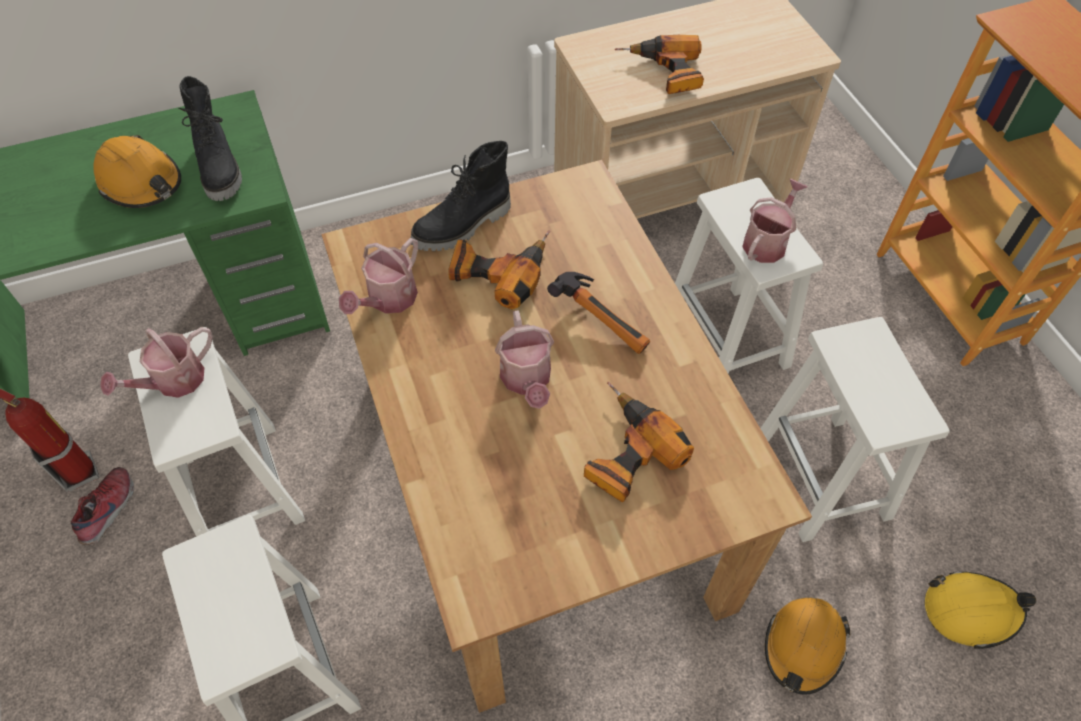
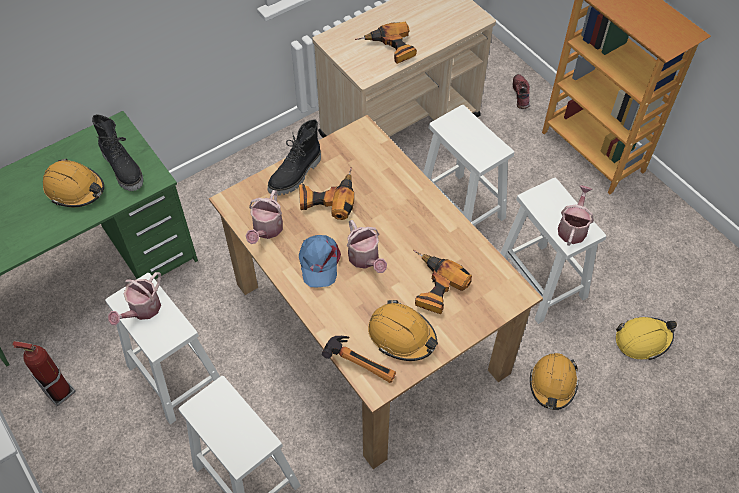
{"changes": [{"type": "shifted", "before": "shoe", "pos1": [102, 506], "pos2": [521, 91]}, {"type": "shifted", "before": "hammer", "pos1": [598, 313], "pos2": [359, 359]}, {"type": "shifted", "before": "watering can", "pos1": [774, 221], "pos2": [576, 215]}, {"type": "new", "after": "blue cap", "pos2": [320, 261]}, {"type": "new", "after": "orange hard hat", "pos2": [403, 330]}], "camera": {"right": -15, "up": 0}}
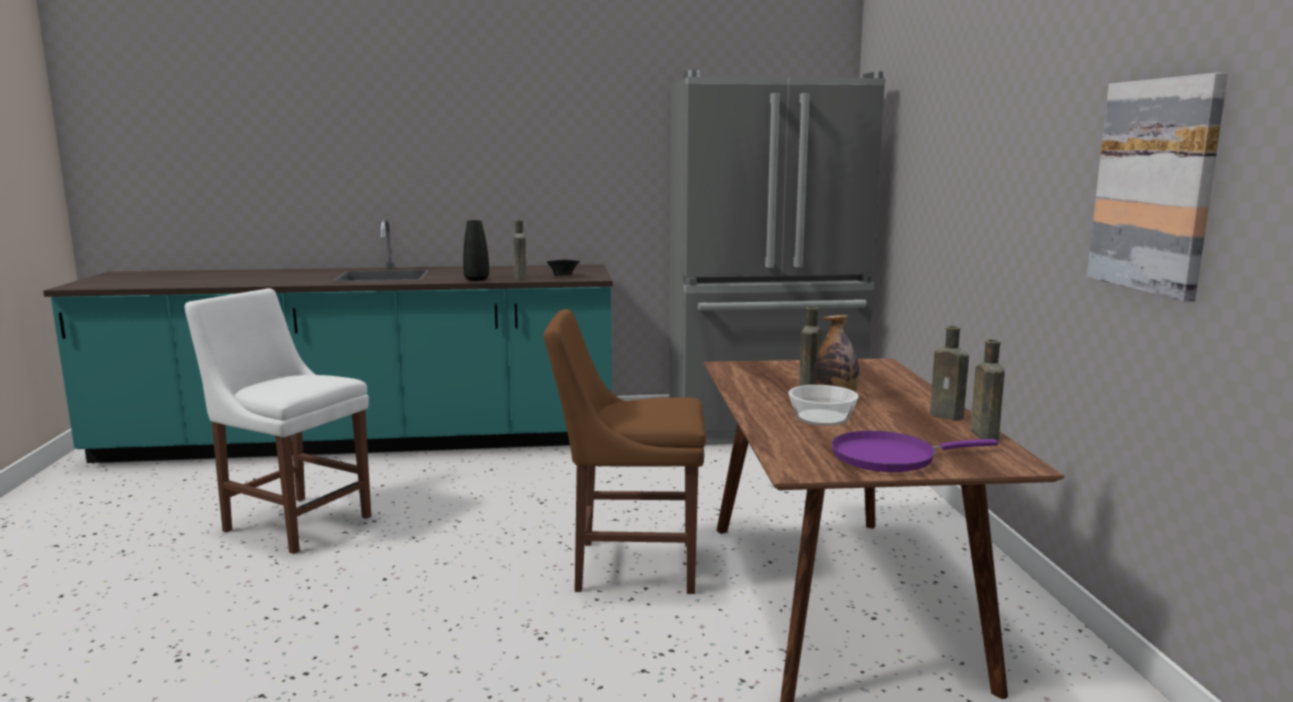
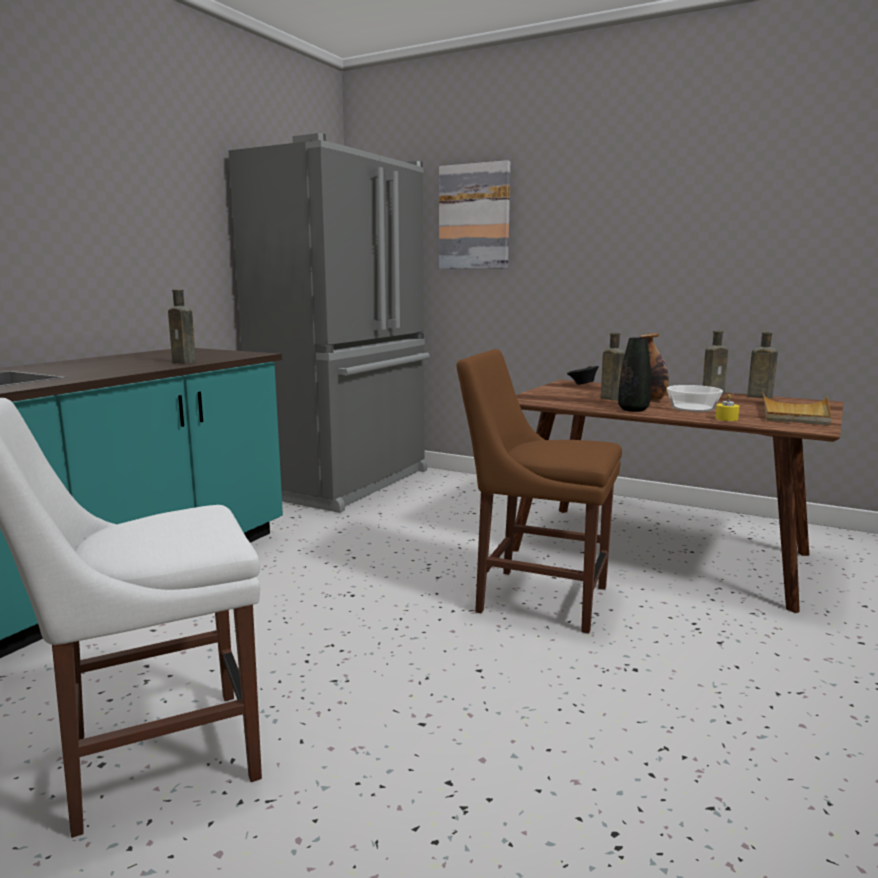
{"changes": [{"type": "shifted", "before": "black vase", "pos1": [476, 250], "pos2": [634, 374]}, {"type": "rotated", "before": "brown chair", "pos1": [624, 451], "pos2": [539, 491], "turn": 75}, {"type": "shifted", "before": "black bowl", "pos1": [563, 267], "pos2": [583, 375]}, {"type": "swapped", "before": "purple frying pan", "after": "beige tray", "pos1": [914, 451], "pos2": [797, 409]}, {"type": "shifted", "before": "picture", "pos1": [1157, 187], "pos2": [474, 214]}, {"type": "new", "after": "yellow candle", "pos2": [727, 407]}], "camera": {"right": -55, "up": 0}}
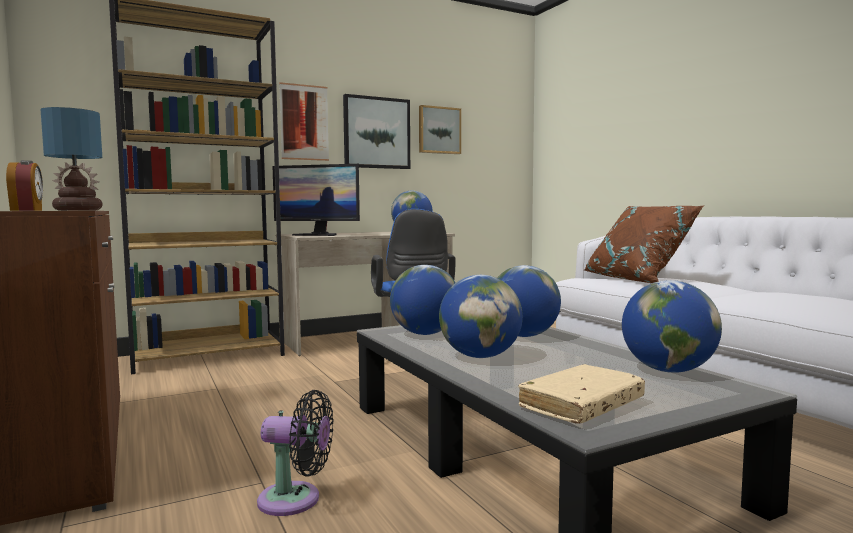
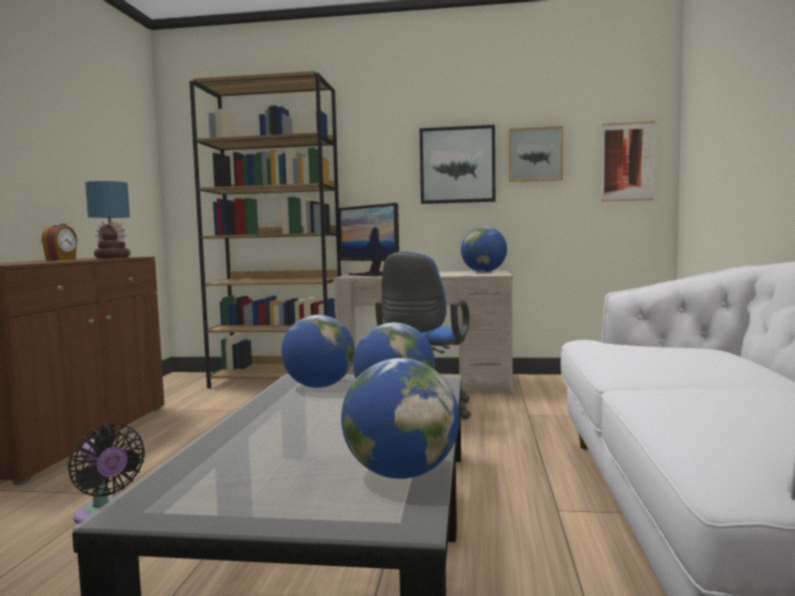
{"changes": [{"type": "shifted", "before": "picture", "pos1": [304, 121], "pos2": [628, 161]}, {"type": "gone", "before": "globe", "pos1": [481, 316]}, {"type": "gone", "before": "beige book", "pos1": [581, 394]}, {"type": "gone", "before": "brown pillow", "pos1": [644, 244]}], "camera": {"right": 35, "up": 0}}
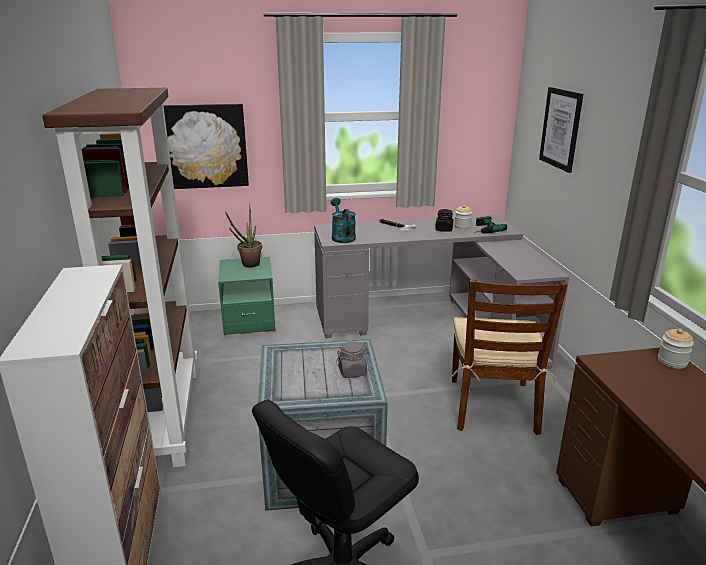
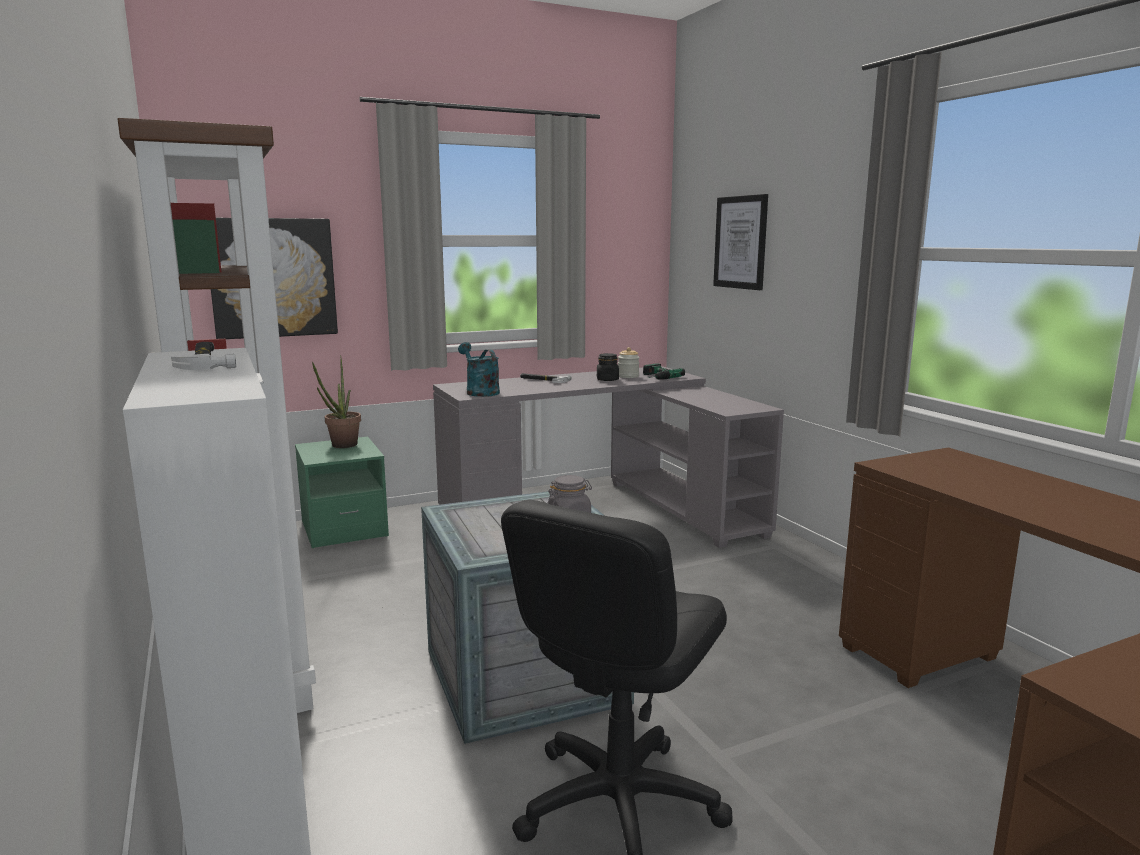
{"changes": [{"type": "gone", "before": "brown chair", "pos1": [510, 357]}, {"type": "gone", "before": "jar", "pos1": [676, 348]}, {"type": "new", "after": "hammer", "pos2": [203, 356]}], "camera": {"right": -15, "up": -10}}
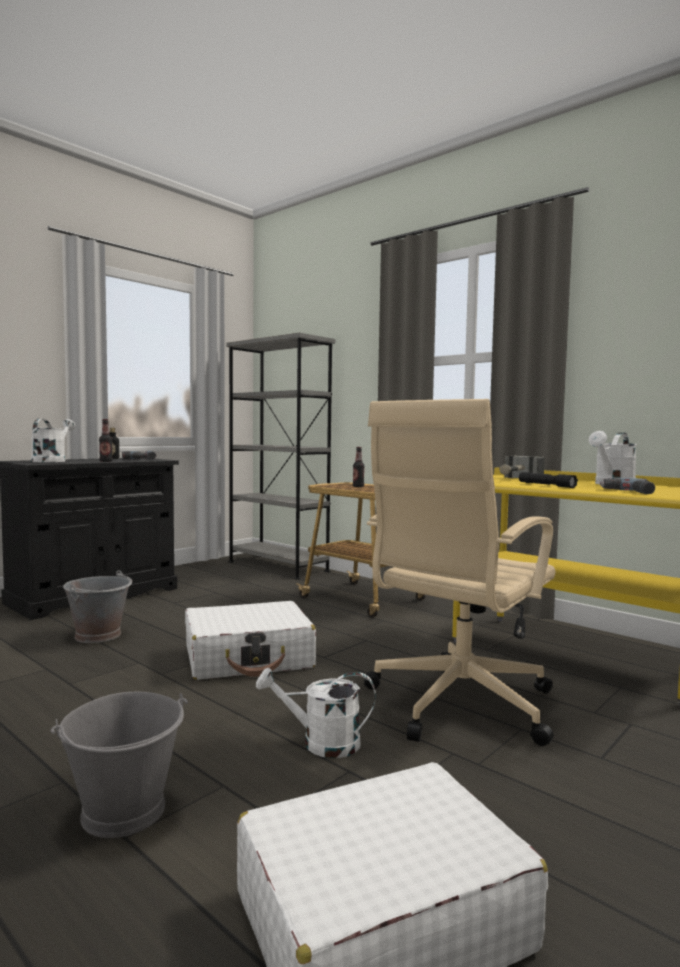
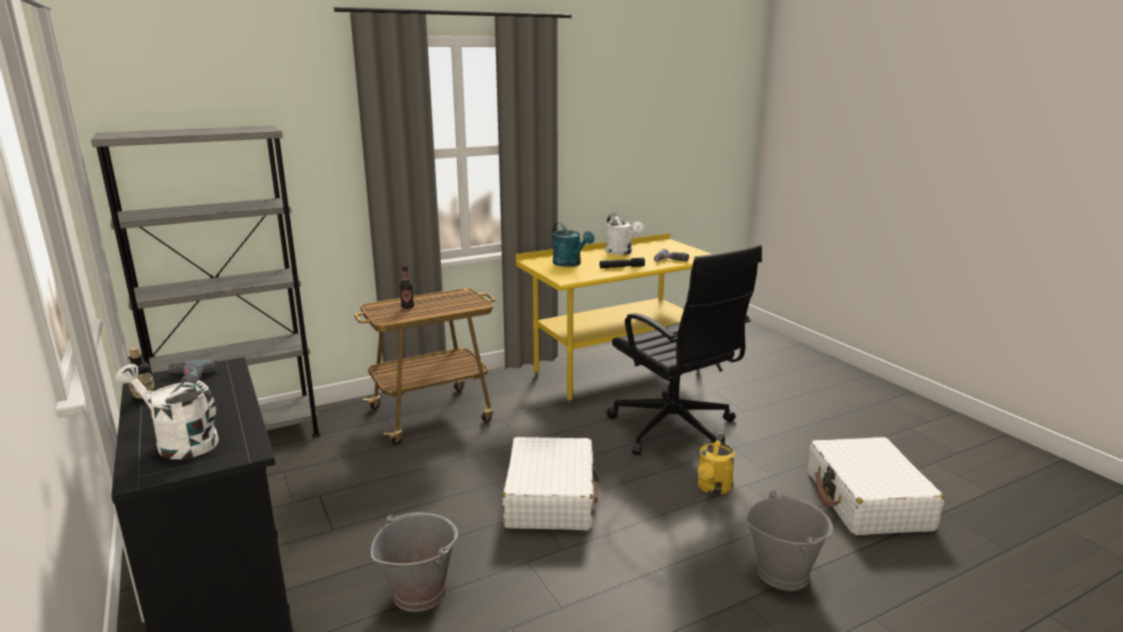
{"changes": [{"type": "gone", "before": "bottle", "pos1": [106, 440]}, {"type": "repainted", "before": "white watering can", "after": "yellow watering can", "pos1": [316, 713], "pos2": [716, 464]}, {"type": "repainted", "before": "beige office chair", "after": "black office chair", "pos1": [459, 572], "pos2": [684, 350]}, {"type": "swapped", "before": "hammer", "after": "turquoise watering can", "pos1": [522, 466], "pos2": [573, 245]}], "camera": {"right": -70, "up": 15}}
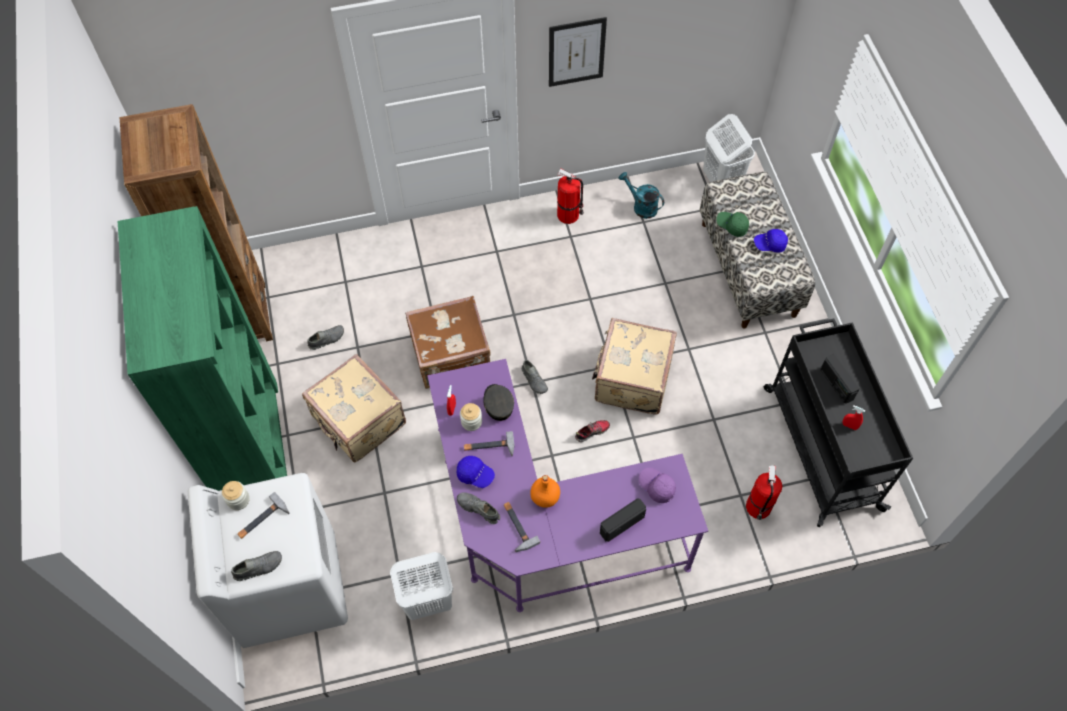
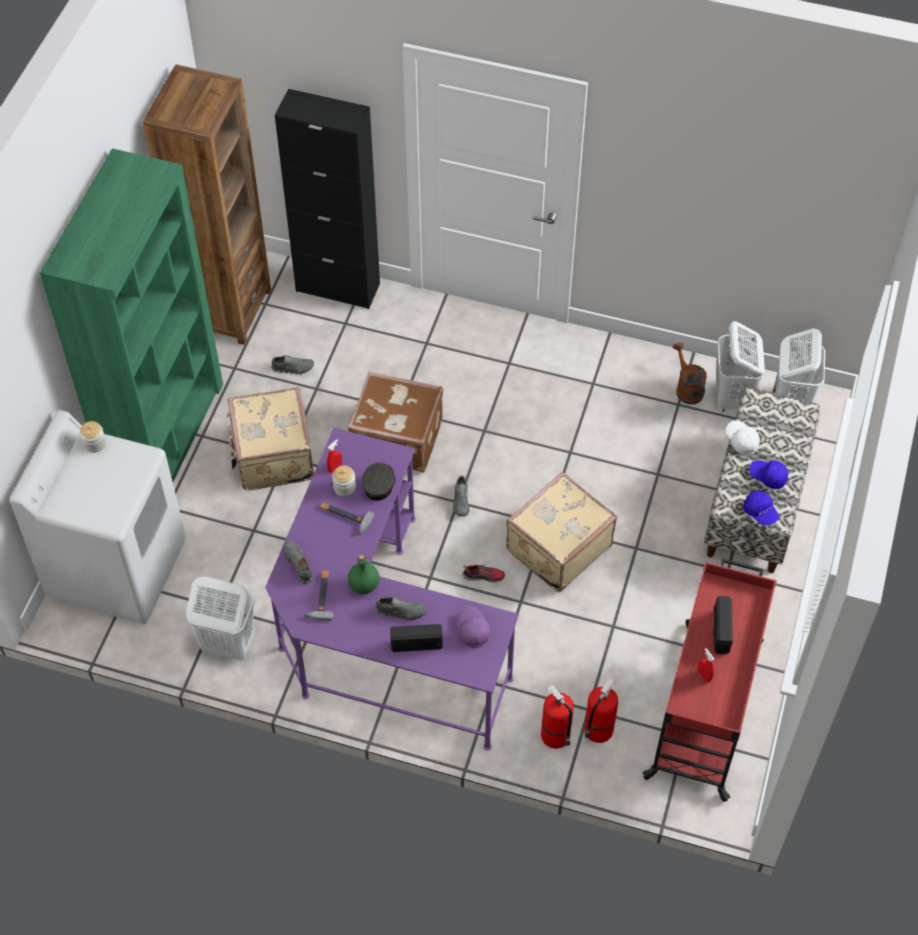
{"changes": [{"type": "shifted", "before": "grey shoe", "pos1": [256, 566], "pos2": [401, 609]}, {"type": "gone", "before": "hammer", "pos1": [263, 515]}, {"type": "shifted", "before": "blue cap", "pos1": [476, 472], "pos2": [761, 508]}, {"type": "repainted", "before": "orange bottle", "after": "green bottle", "pos1": [545, 491], "pos2": [364, 574]}, {"type": "gone", "before": "picture", "pos1": [578, 52]}, {"type": "shifted", "before": "fire extinguisher", "pos1": [570, 196], "pos2": [557, 716]}, {"type": "repainted", "before": "turquoise watering can", "after": "brown watering can", "pos1": [641, 195], "pos2": [690, 373]}, {"type": "repainted", "before": "green cap", "after": "white cap", "pos1": [732, 224], "pos2": [743, 437]}, {"type": "repainted", "before": "black cart", "after": "red cart", "pos1": [838, 423], "pos2": [709, 680]}, {"type": "new", "after": "black cabinet", "pos2": [327, 199]}, {"type": "new", "after": "white laundry basket", "pos2": [740, 366]}], "camera": {"right": 30, "up": -5}}
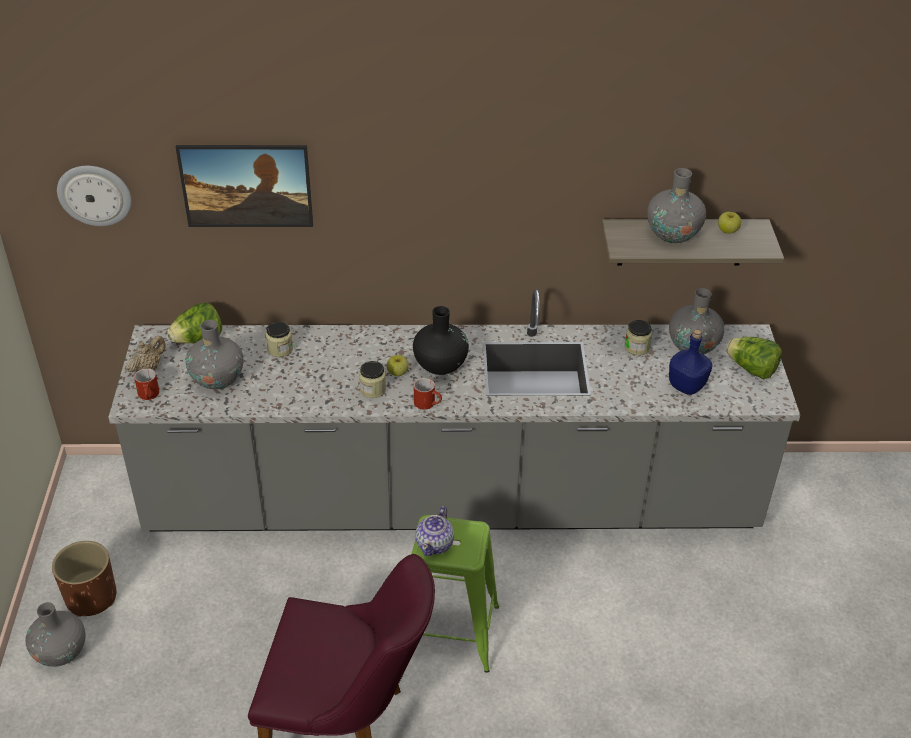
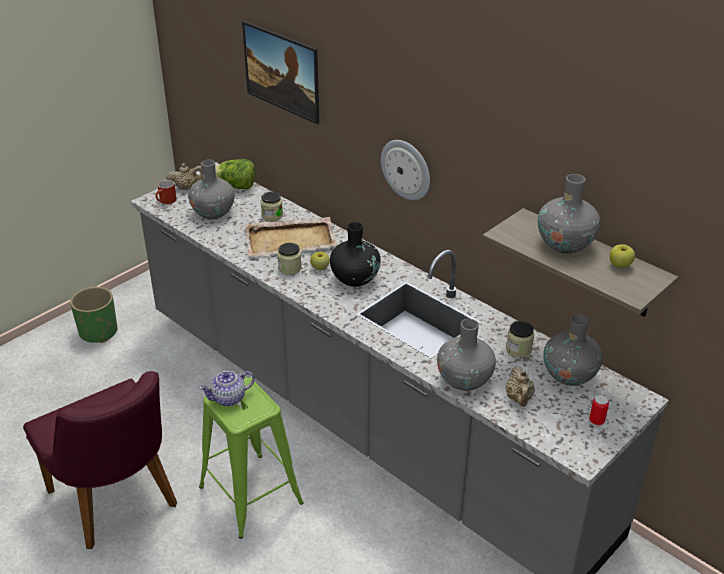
{"changes": [{"type": "shifted", "before": "grey vase", "pos1": [55, 634], "pos2": [466, 355]}, {"type": "repainted", "before": "brown planter", "after": "green planter", "pos1": [84, 579], "pos2": [93, 315]}, {"type": "shifted", "before": "wall clock", "pos1": [94, 196], "pos2": [405, 170]}, {"type": "gone", "before": "red mug", "pos1": [428, 394]}, {"type": "swapped", "before": "blue bottle", "after": "beige teapot", "pos1": [690, 362], "pos2": [520, 386]}, {"type": "swapped", "before": "lettuce", "after": "can", "pos1": [754, 358], "pos2": [599, 411]}, {"type": "new", "after": "beige tray", "pos2": [291, 237]}], "camera": {"right": 45, "up": -5}}
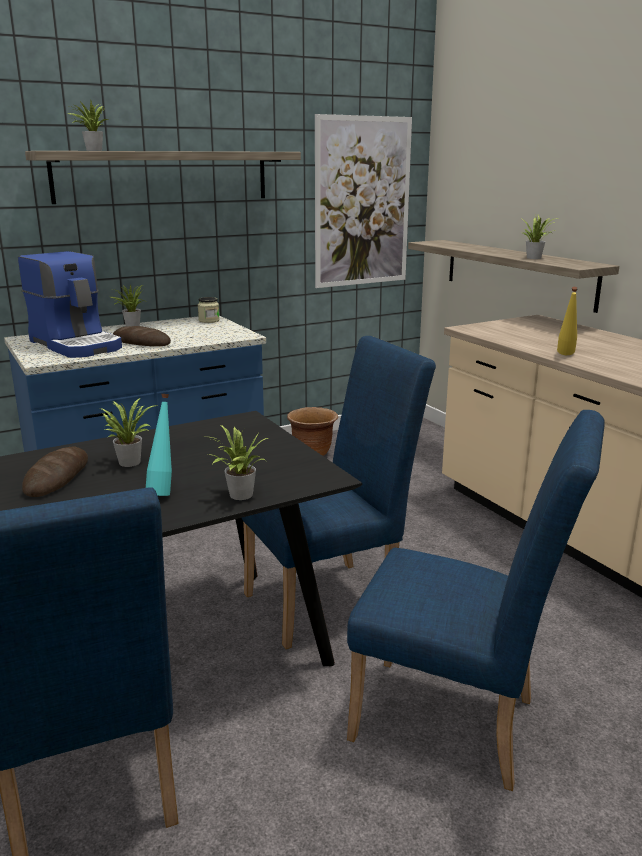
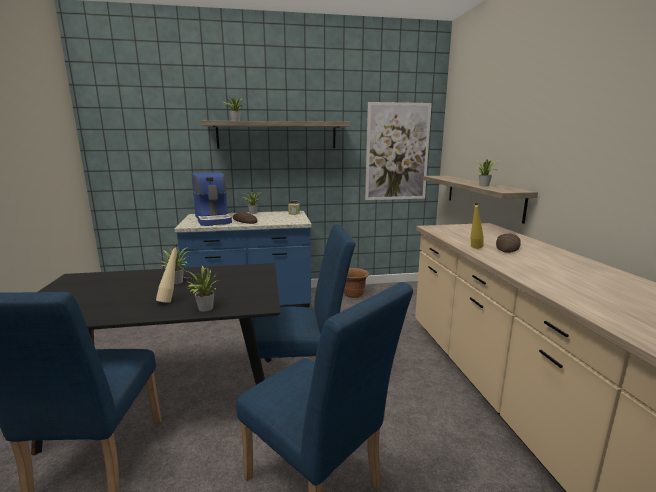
{"changes": [{"type": "shifted", "before": "bread", "pos1": [55, 471], "pos2": [508, 243]}, {"type": "repainted", "before": "turquoise bottle", "after": "beige bottle", "pos1": [159, 445], "pos2": [167, 273]}], "camera": {"right": 20, "up": -5}}
